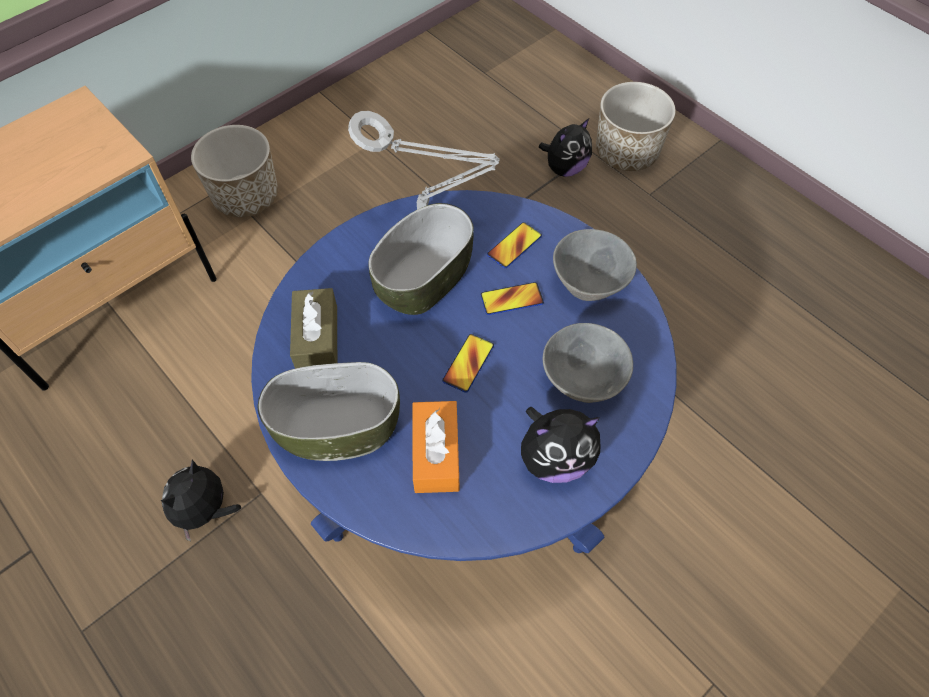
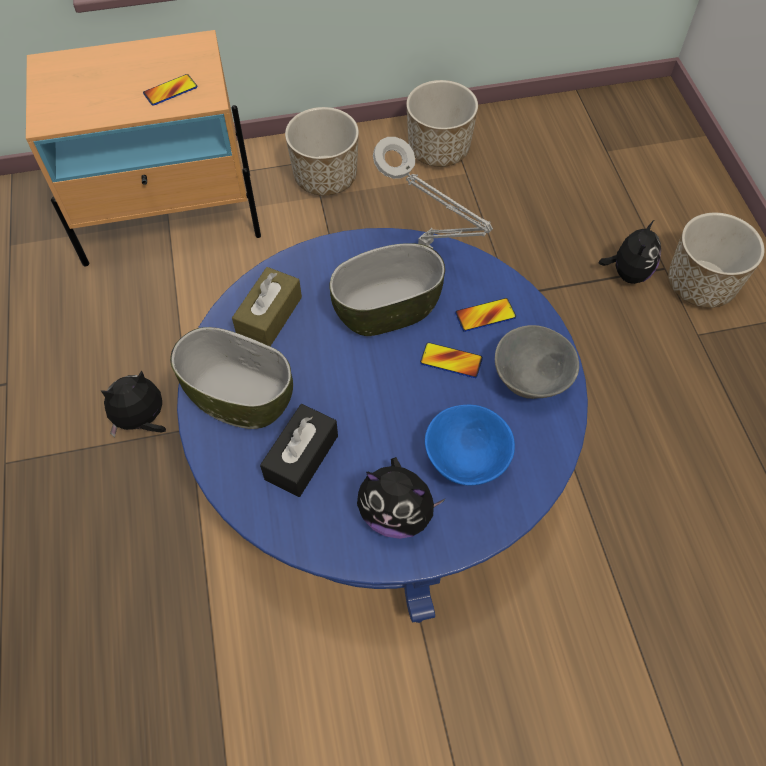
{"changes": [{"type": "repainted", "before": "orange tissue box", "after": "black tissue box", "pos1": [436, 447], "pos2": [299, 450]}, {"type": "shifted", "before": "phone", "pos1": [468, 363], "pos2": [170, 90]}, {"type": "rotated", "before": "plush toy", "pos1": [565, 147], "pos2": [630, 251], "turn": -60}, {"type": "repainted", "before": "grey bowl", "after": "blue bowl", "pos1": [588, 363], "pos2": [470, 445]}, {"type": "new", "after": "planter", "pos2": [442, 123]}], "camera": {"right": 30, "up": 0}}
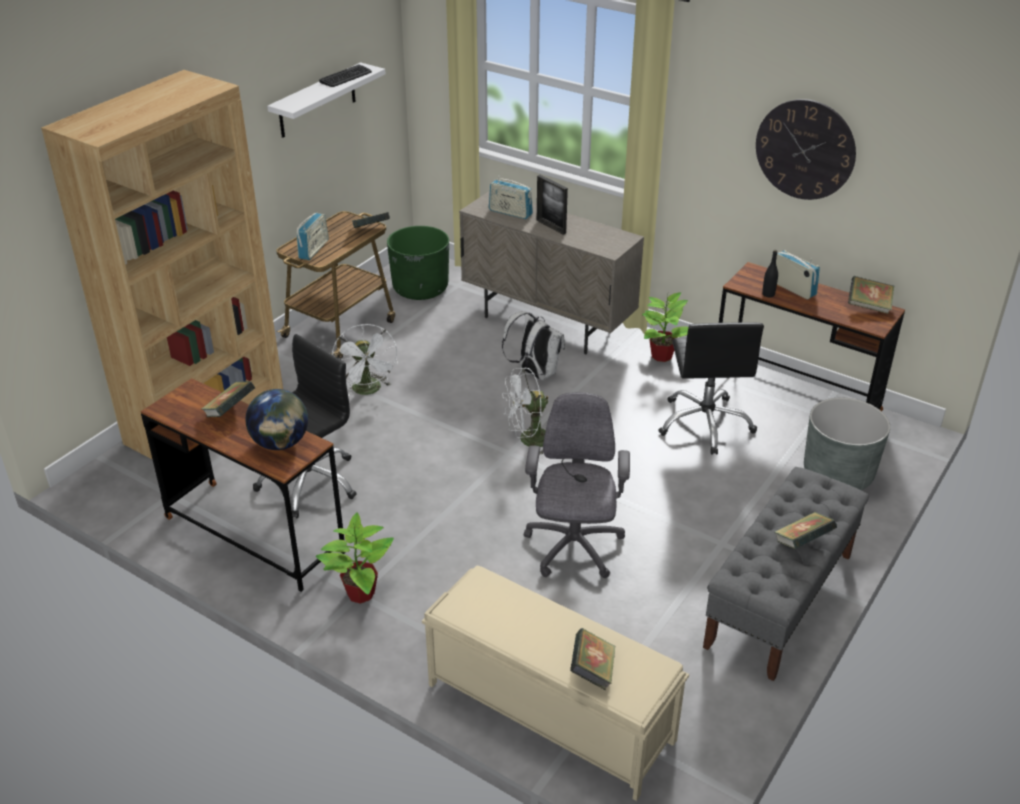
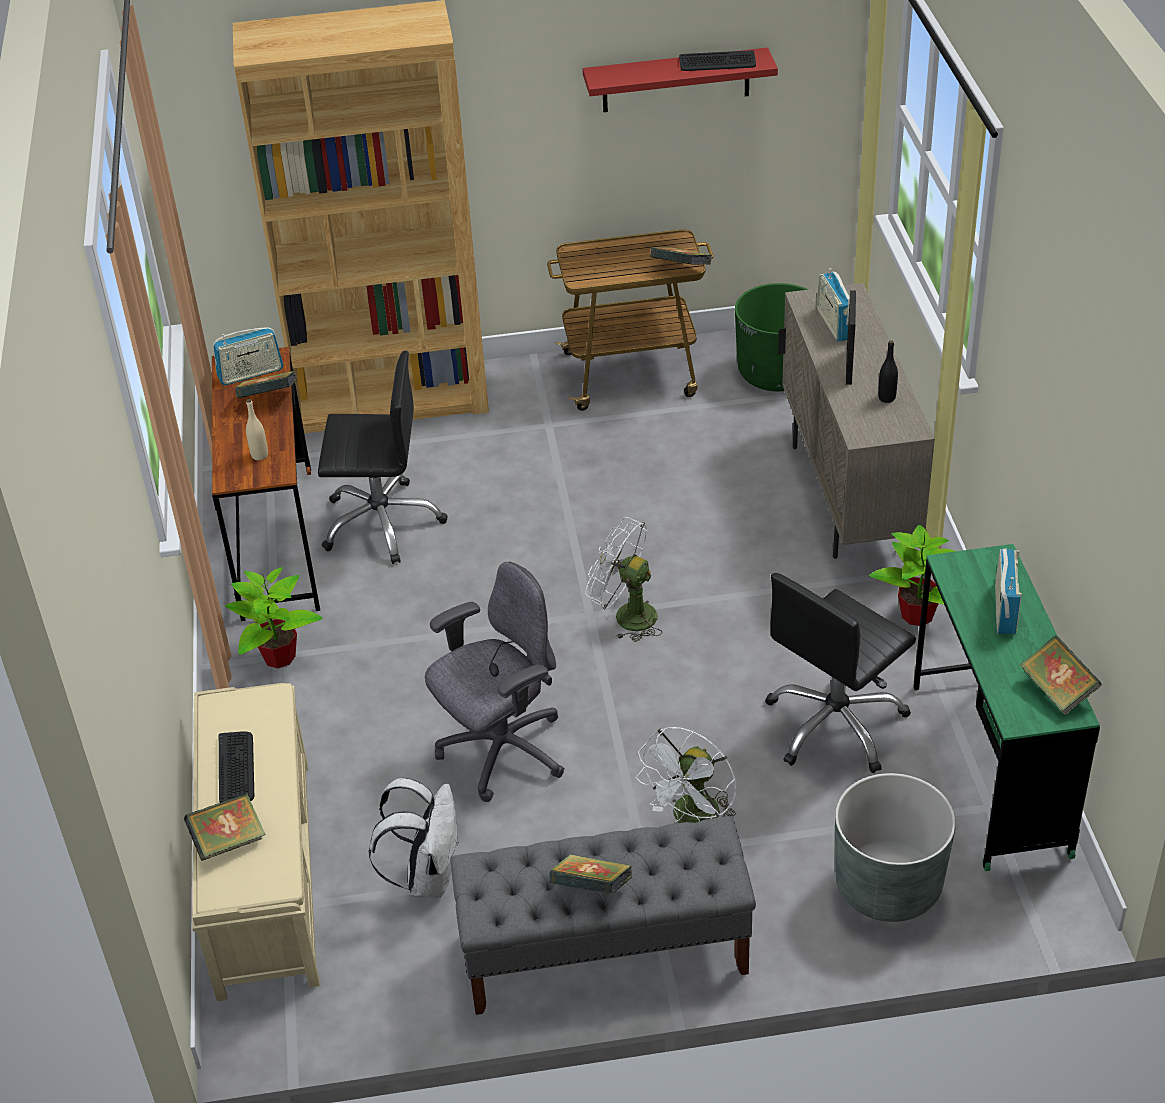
{"changes": [{"type": "swapped", "before": "globe", "after": "beige bottle", "pos1": [277, 419], "pos2": [257, 429]}, {"type": "repainted", "before": "white shelf", "after": "red shelf", "pos1": [326, 100], "pos2": [680, 80]}, {"type": "shifted", "before": "radio", "pos1": [312, 236], "pos2": [248, 356]}, {"type": "shifted", "before": "white fan", "pos1": [365, 360], "pos2": [685, 775]}, {"type": "shifted", "before": "white backpack", "pos1": [533, 345], "pos2": [413, 838]}, {"type": "repainted", "before": "brown desk", "after": "green desk", "pos1": [809, 336], "pos2": [1007, 707]}, {"type": "gone", "before": "wall clock", "pos1": [806, 149]}, {"type": "shifted", "before": "black bottle", "pos1": [770, 273], "pos2": [888, 371]}, {"type": "new", "after": "keyboard", "pos2": [236, 767]}], "camera": {"right": 50, "up": 5}}
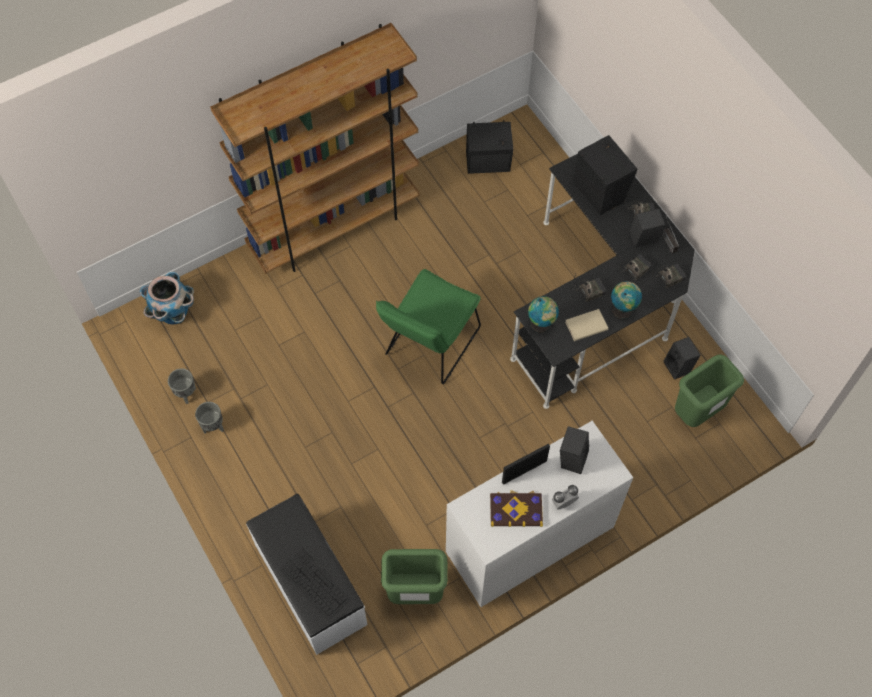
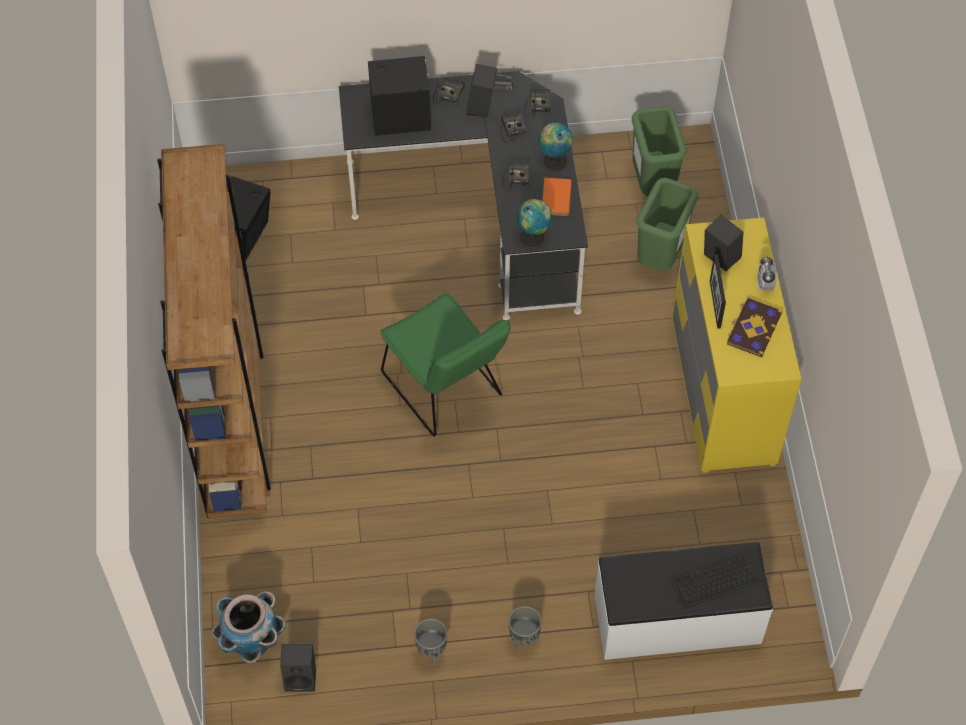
{"changes": [{"type": "shifted", "before": "grey planter", "pos1": [182, 386], "pos2": [524, 627]}, {"type": "shifted", "before": "green trash can", "pos1": [414, 576], "pos2": [667, 224]}, {"type": "repainted", "before": "white dresser", "after": "yellow dresser", "pos1": [539, 514], "pos2": [736, 345]}, {"type": "repainted", "before": "beige book", "after": "orange book", "pos1": [586, 325], "pos2": [557, 197]}, {"type": "shifted", "before": "black speaker", "pos1": [682, 358], "pos2": [298, 667]}], "camera": {"right": -65, "up": -5}}
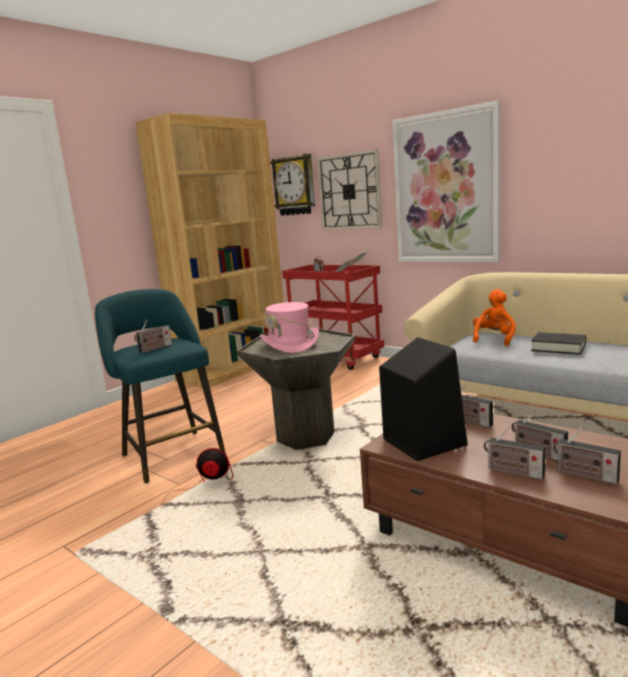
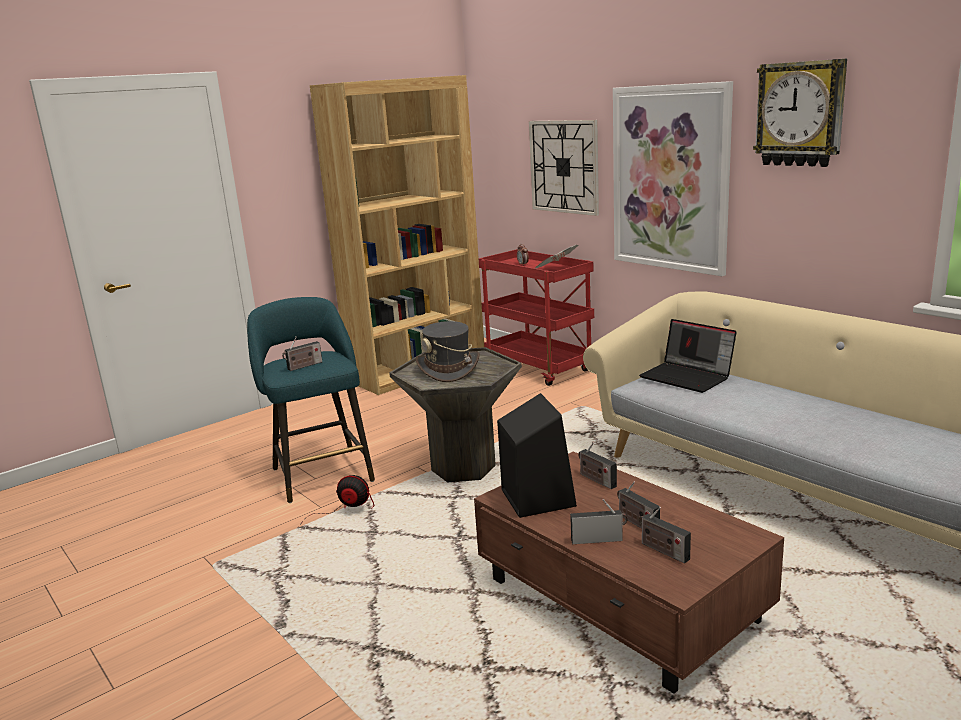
{"changes": [{"type": "repainted", "before": "pink hat", "after": "grey hat", "pos1": [289, 327], "pos2": [447, 351]}, {"type": "shifted", "before": "wall clock", "pos1": [292, 185], "pos2": [800, 113]}, {"type": "swapped", "before": "orange plush toy", "after": "laptop", "pos1": [494, 317], "pos2": [688, 356]}, {"type": "rotated", "before": "radio", "pos1": [514, 453], "pos2": [599, 521], "turn": 135}, {"type": "gone", "before": "black book", "pos1": [558, 343]}], "camera": {"right": 10, "up": 5}}
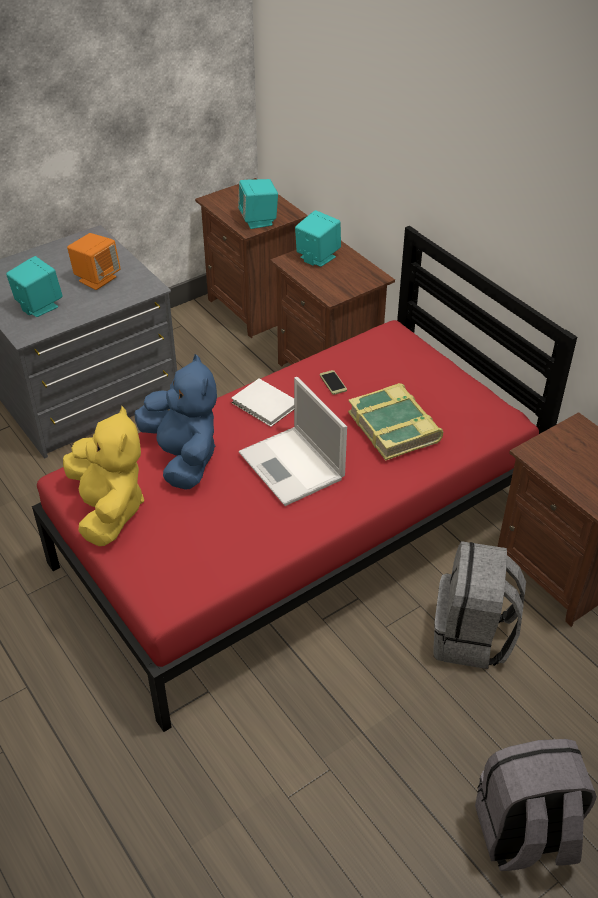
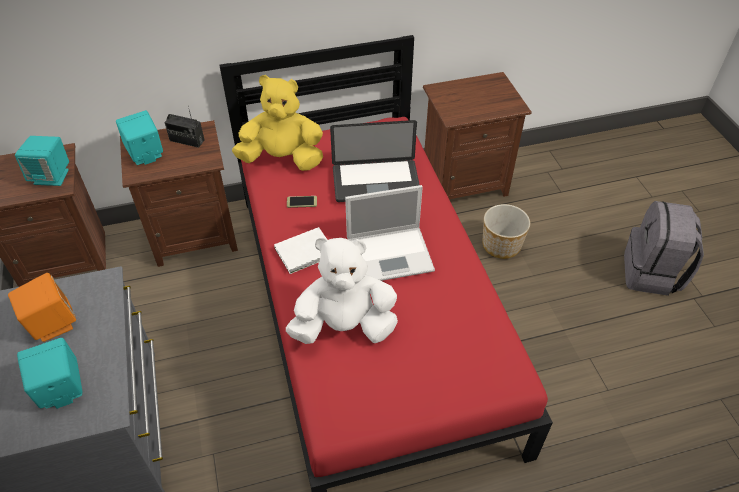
{"changes": [{"type": "shifted", "before": "yellow plush toy", "pos1": [103, 476], "pos2": [277, 123]}, {"type": "repainted", "before": "blue plush toy", "after": "white plush toy", "pos1": [176, 422], "pos2": [342, 290]}, {"type": "swapped", "before": "book", "after": "laptop", "pos1": [396, 422], "pos2": [375, 161]}, {"type": "swapped", "before": "grey backpack", "after": "planter", "pos1": [479, 605], "pos2": [506, 231]}, {"type": "new", "after": "radio", "pos2": [184, 127]}], "camera": {"right": -70, "up": 5}}
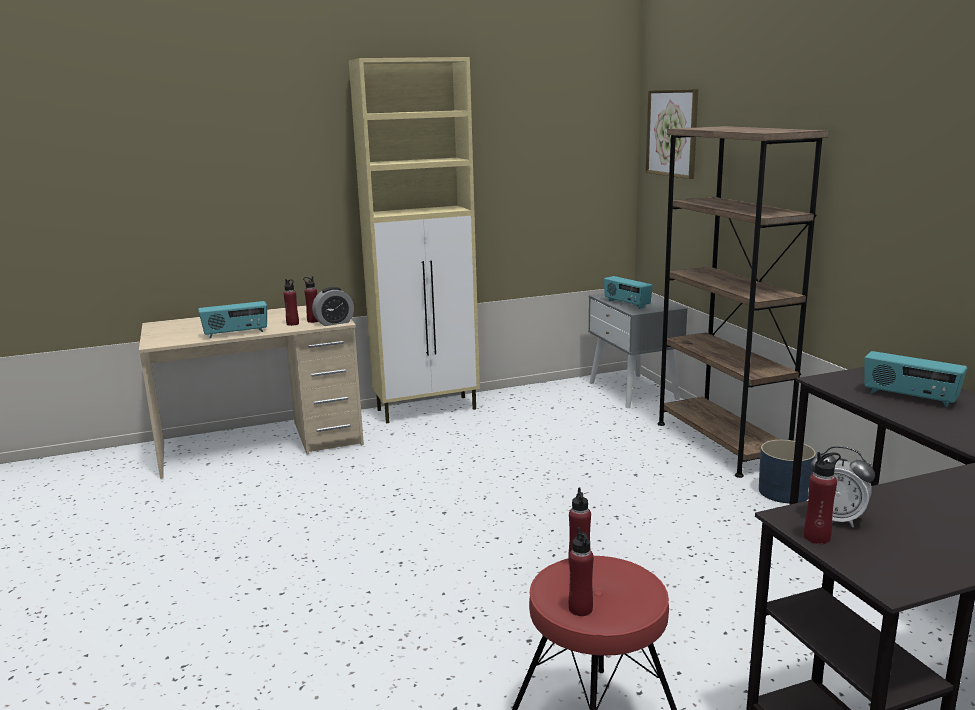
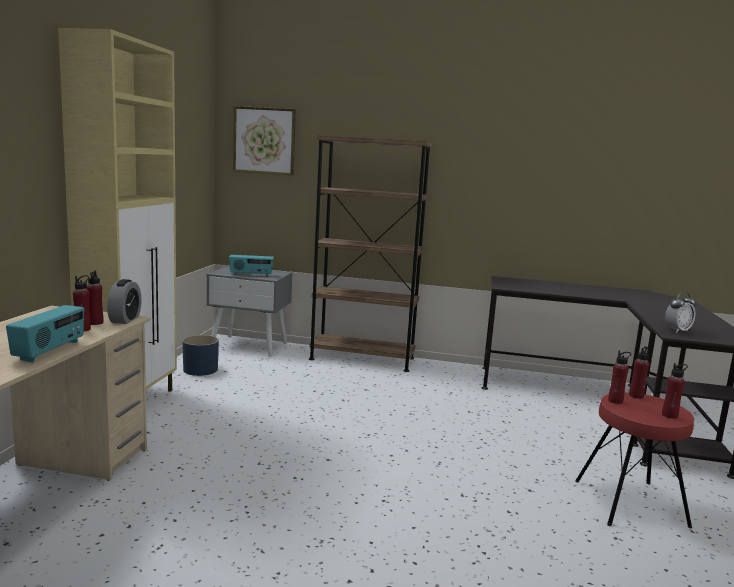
{"changes": [{"type": "shifted", "before": "blue planter", "pos1": [787, 471], "pos2": [200, 355]}, {"type": "shifted", "before": "red bottle", "pos1": [822, 498], "pos2": [639, 372]}, {"type": "gone", "before": "radio", "pos1": [916, 379]}], "camera": {"right": -60, "up": -5}}
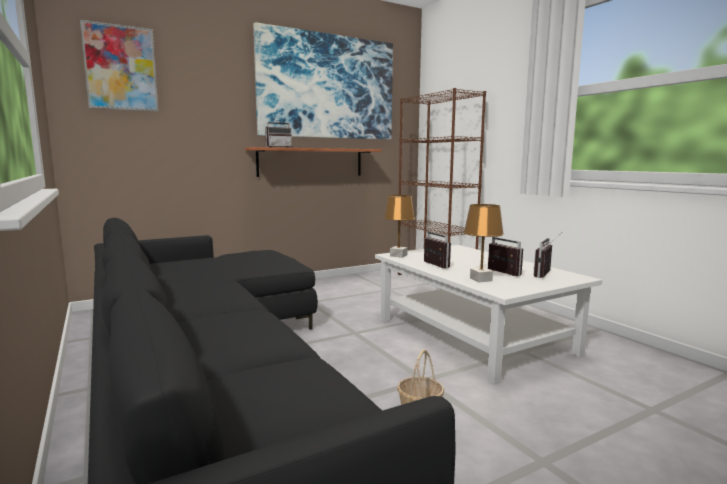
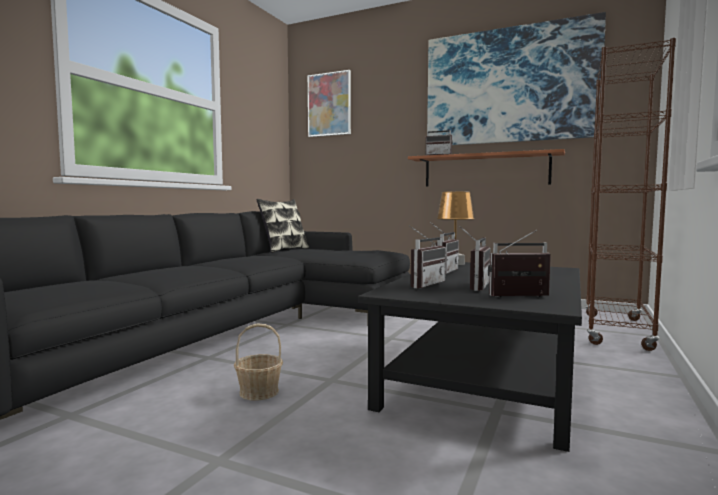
{"changes": [{"type": "repainted", "before": "white coffee table", "after": "black coffee table", "pos1": [488, 314], "pos2": [470, 357]}, {"type": "swapped", "before": "brown table lamp", "after": "radio", "pos1": [484, 243], "pos2": [427, 257]}, {"type": "new", "after": "pillow", "pos2": [282, 226]}], "camera": {"right": 55, "up": -5}}
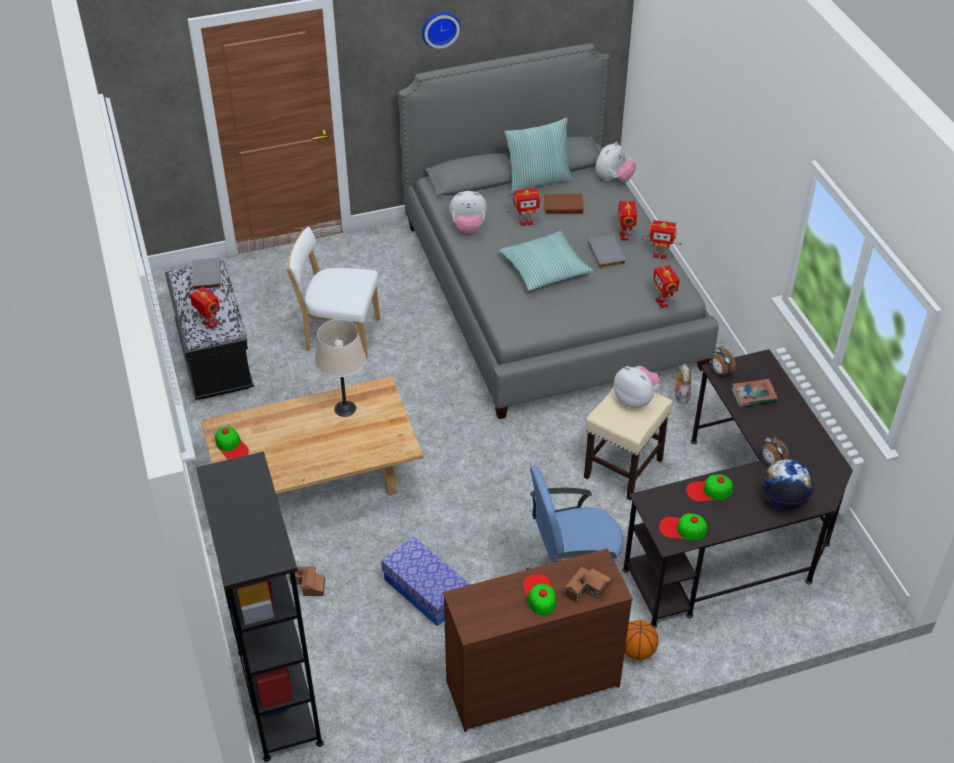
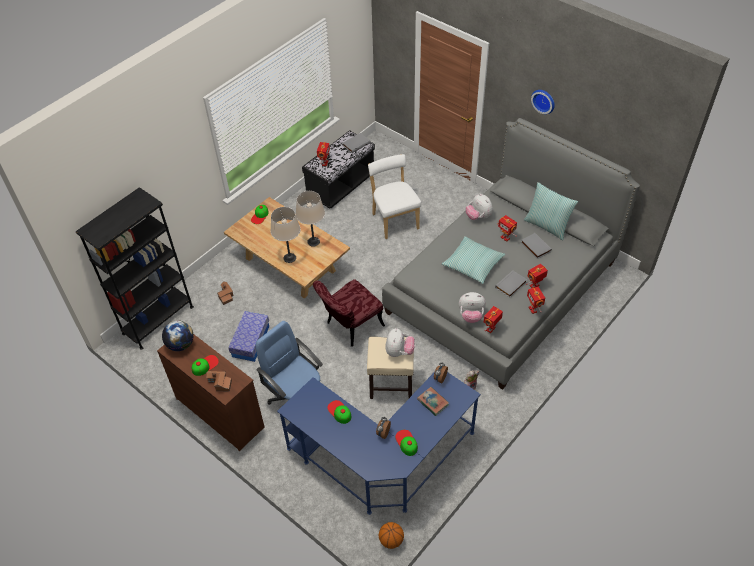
{"changes": [{"type": "repainted", "before": "brown book", "after": "grey book", "pos1": [564, 204], "pos2": [536, 246]}, {"type": "shifted", "before": "plush toy", "pos1": [615, 162], "pos2": [472, 307]}, {"type": "repainted", "before": "black desk", "after": "blue desk", "pos1": [737, 488], "pos2": [379, 443]}, {"type": "shifted", "before": "basketball", "pos1": [642, 640], "pos2": [391, 535]}, {"type": "shifted", "before": "cap", "pos1": [683, 526], "pos2": [406, 443]}, {"type": "shifted", "before": "globe", "pos1": [788, 484], "pos2": [178, 336]}, {"type": "new", "after": "beige table lamp", "pos2": [285, 235]}, {"type": "new", "after": "red chair", "pos2": [349, 313]}], "camera": {"right": 60, "up": 5}}
